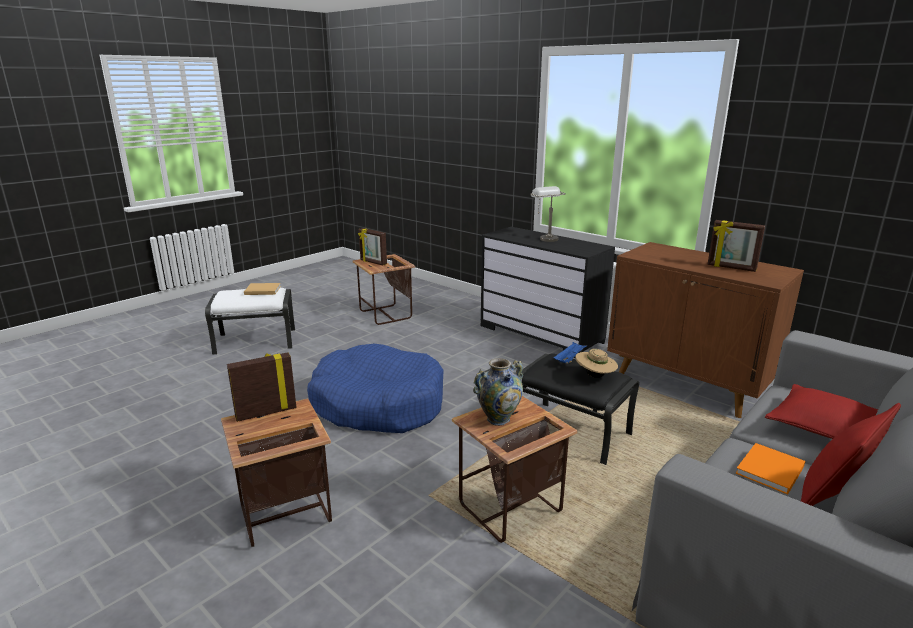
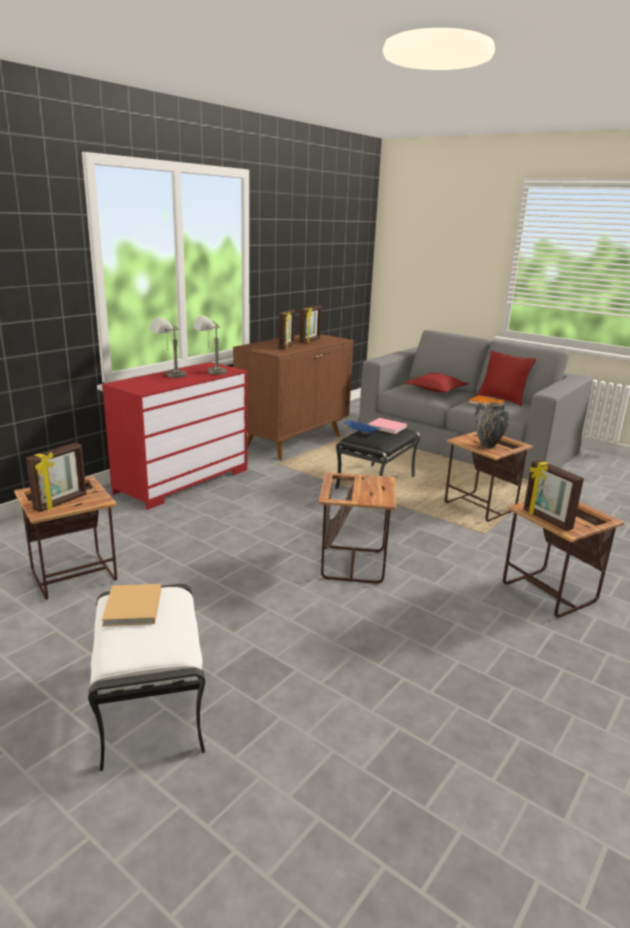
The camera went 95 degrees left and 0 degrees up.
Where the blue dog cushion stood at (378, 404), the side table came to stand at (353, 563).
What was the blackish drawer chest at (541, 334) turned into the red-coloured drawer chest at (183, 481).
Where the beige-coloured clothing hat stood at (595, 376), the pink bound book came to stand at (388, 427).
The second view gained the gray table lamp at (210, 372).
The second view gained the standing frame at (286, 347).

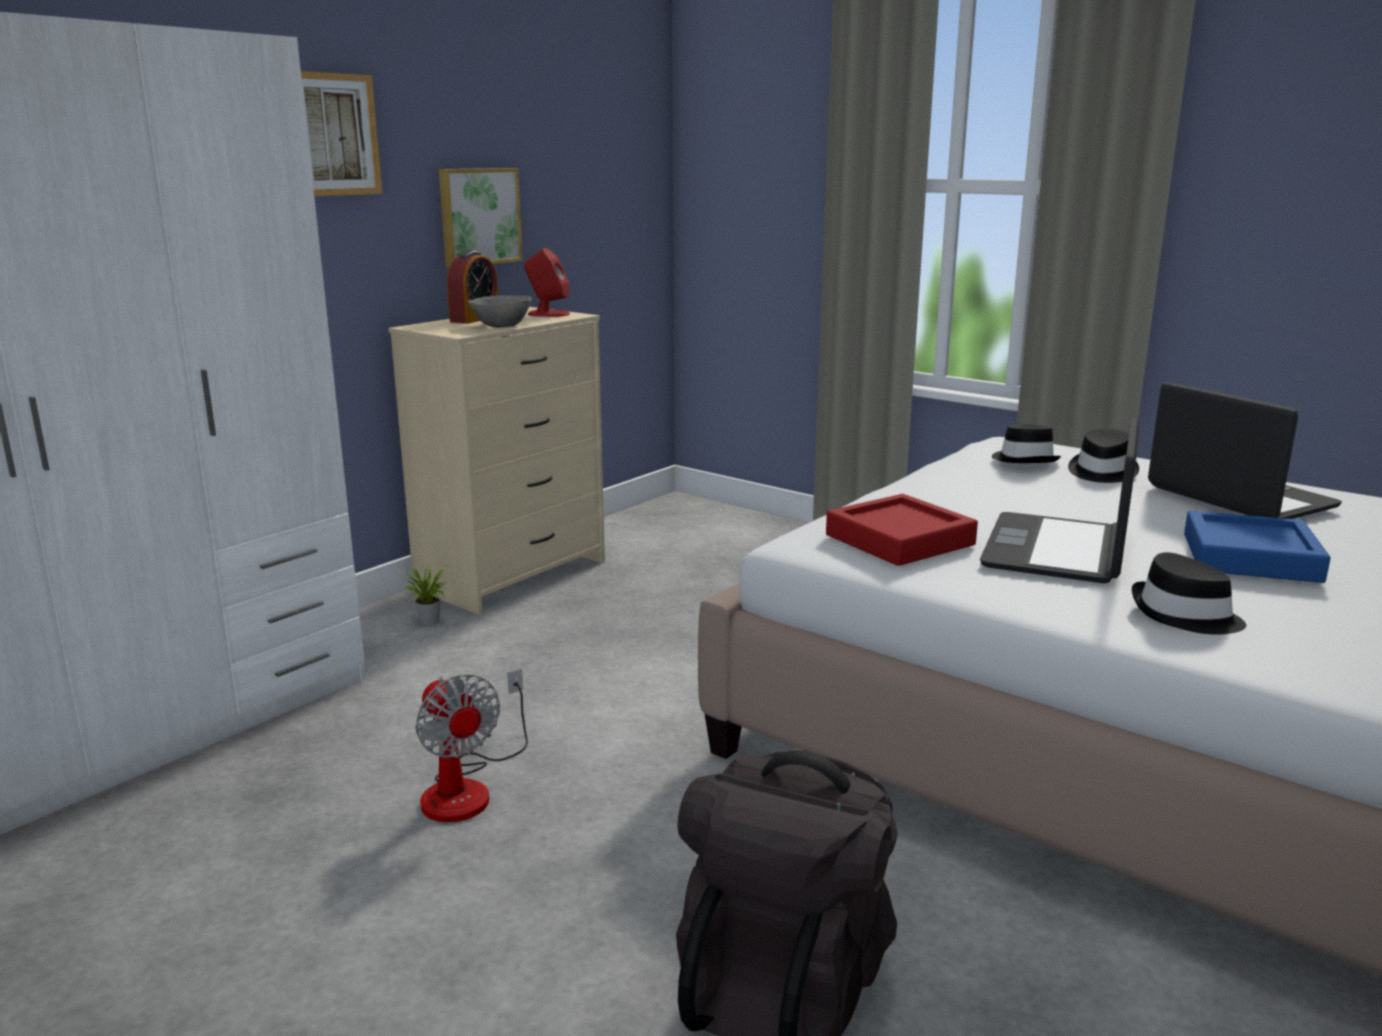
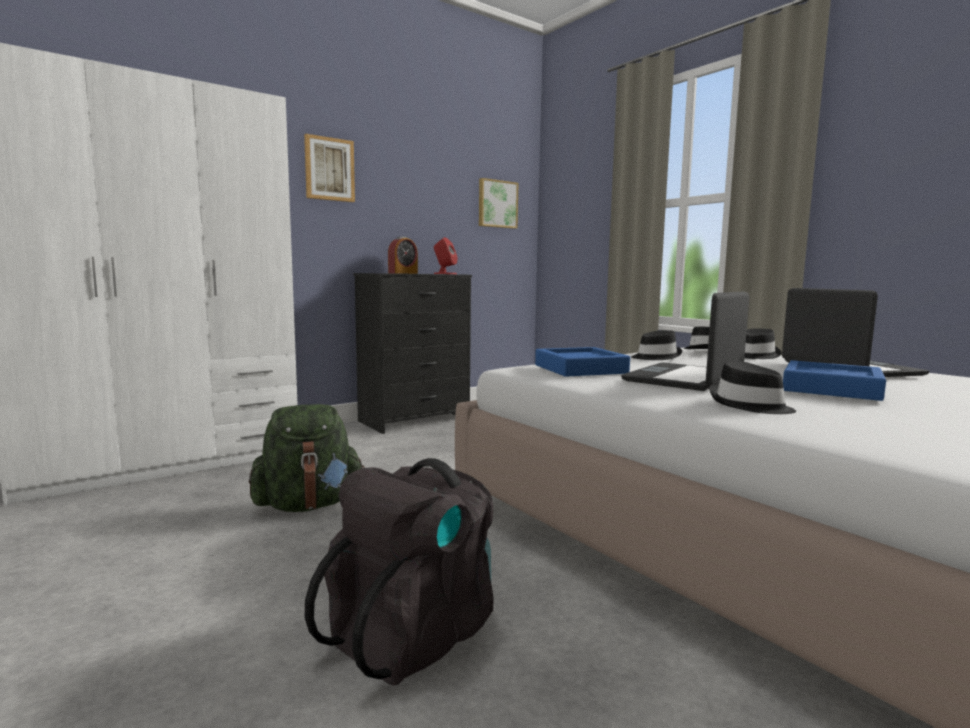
The camera went 15 degrees right and 10 degrees down.
What was the beige-coloured drawer chest at (513, 576) turned into the blackish drawer chest at (414, 420).
The second view lost the houseplant at (429, 621).
Where the electric fan stood at (468, 788), the green-coloured knapsack came to stand at (308, 505).
The wall art ended up elsewhere, having gone from (478, 216) to (497, 204).
The second view lost the gray deep dish at (501, 325).
What was the red-coloured tray at (899, 540) turned into the blue tray at (580, 369).
The second view gained the blackish clothing hat at (655, 357).

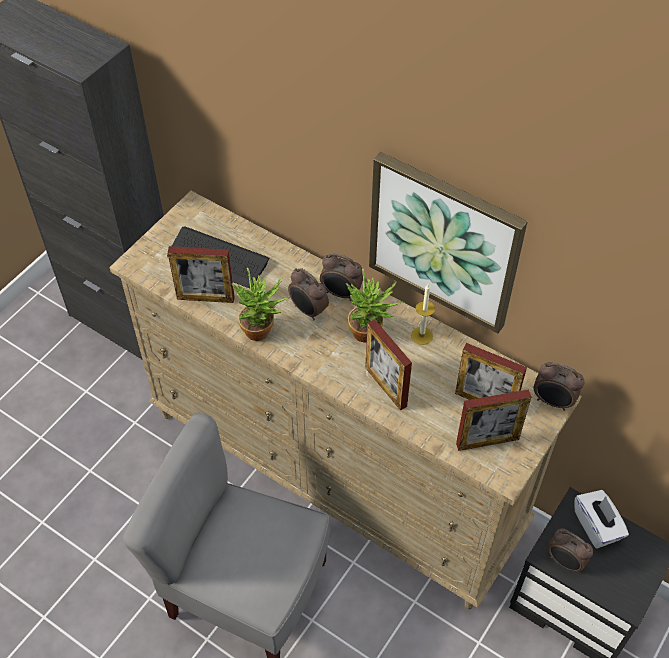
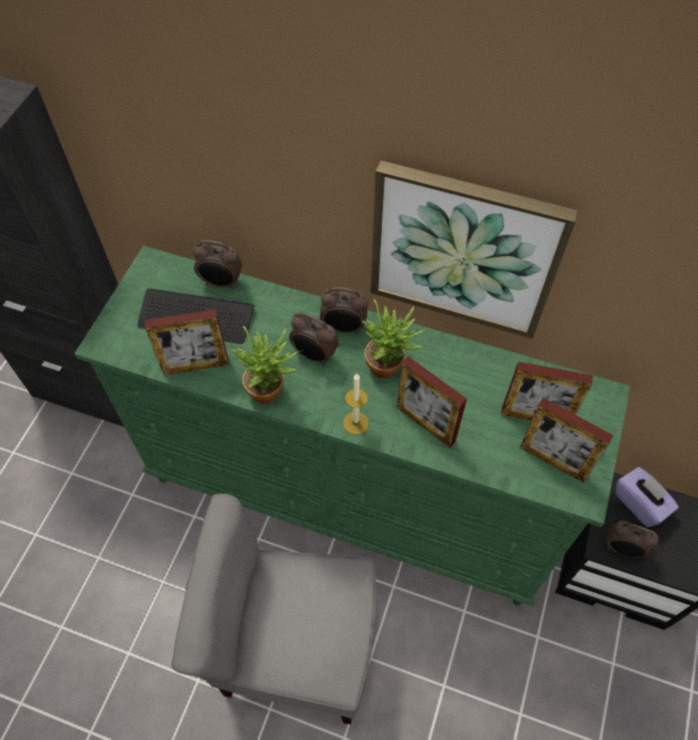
The camera went 15 degrees left and 5 degrees up.
What was the beige-coloured drawer chest at (336, 472) turned into the green-coloured drawer chest at (350, 497).
The wax candle ended up elsewhere, having gone from (422, 335) to (355, 423).
The standing frame at (487, 441) ended up facing another way, 60 degrees clockwise from before.
The bedside clock ended up elsewhere, having gone from (552, 402) to (221, 283).
What was the white tissue holder at (597, 526) turned into the purple-coloured tissue holder at (640, 503).

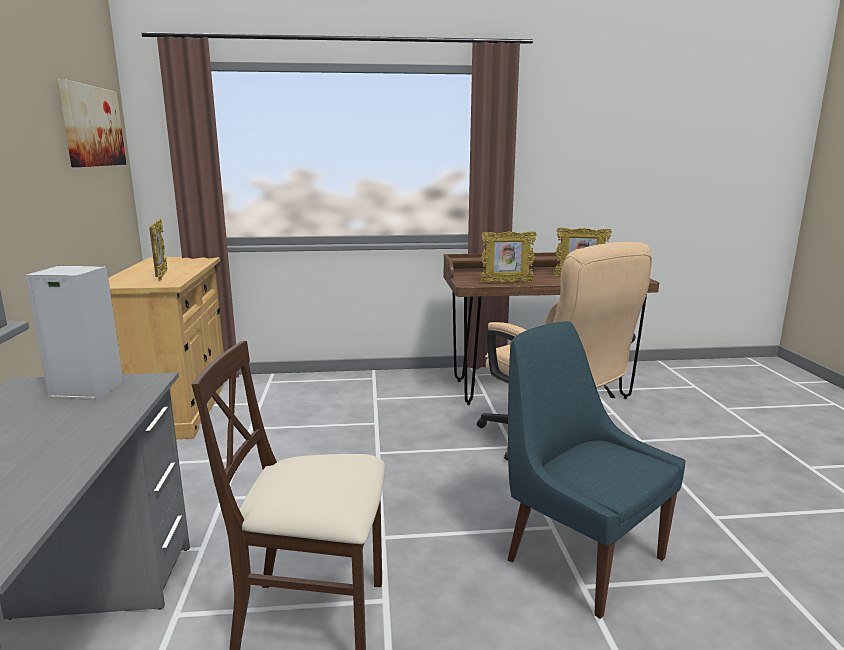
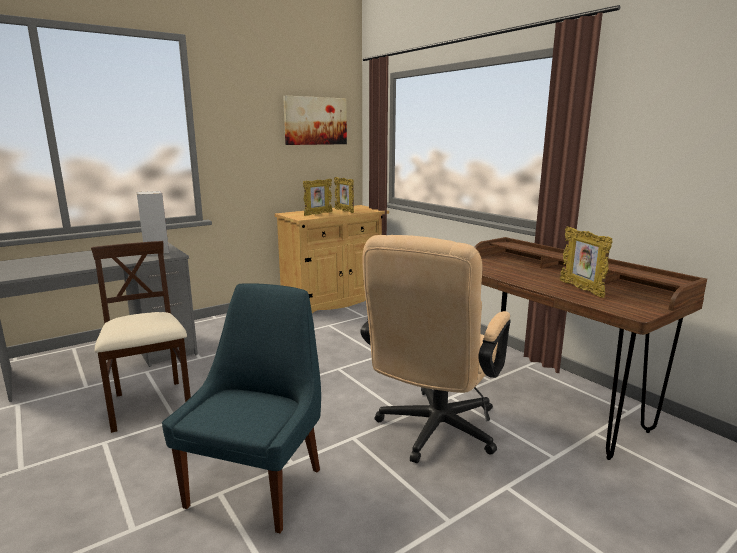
The camera went 60 degrees right and 0 degrees up.
The standing frame ended up elsewhere, having gone from (506, 282) to (344, 211).

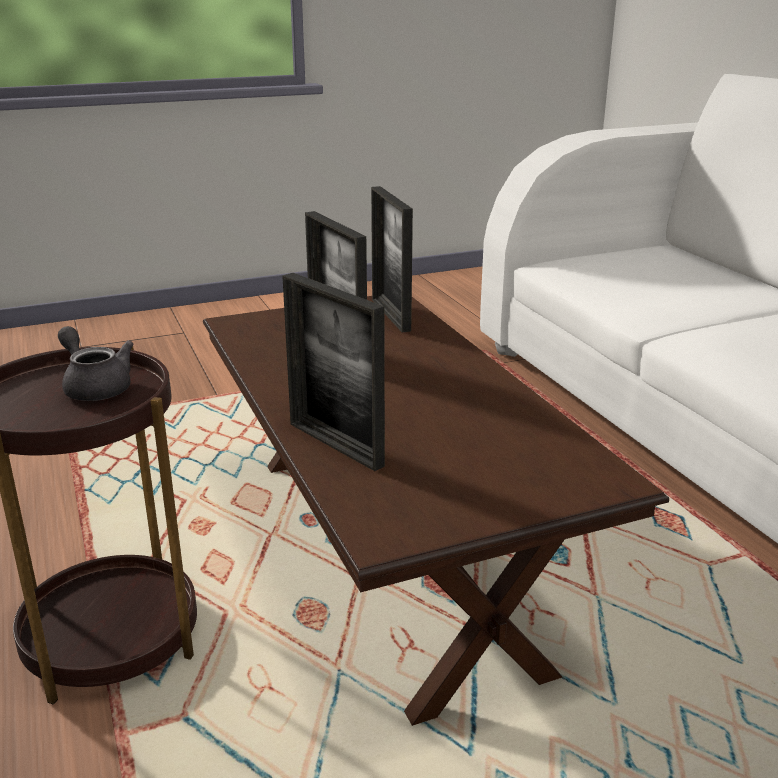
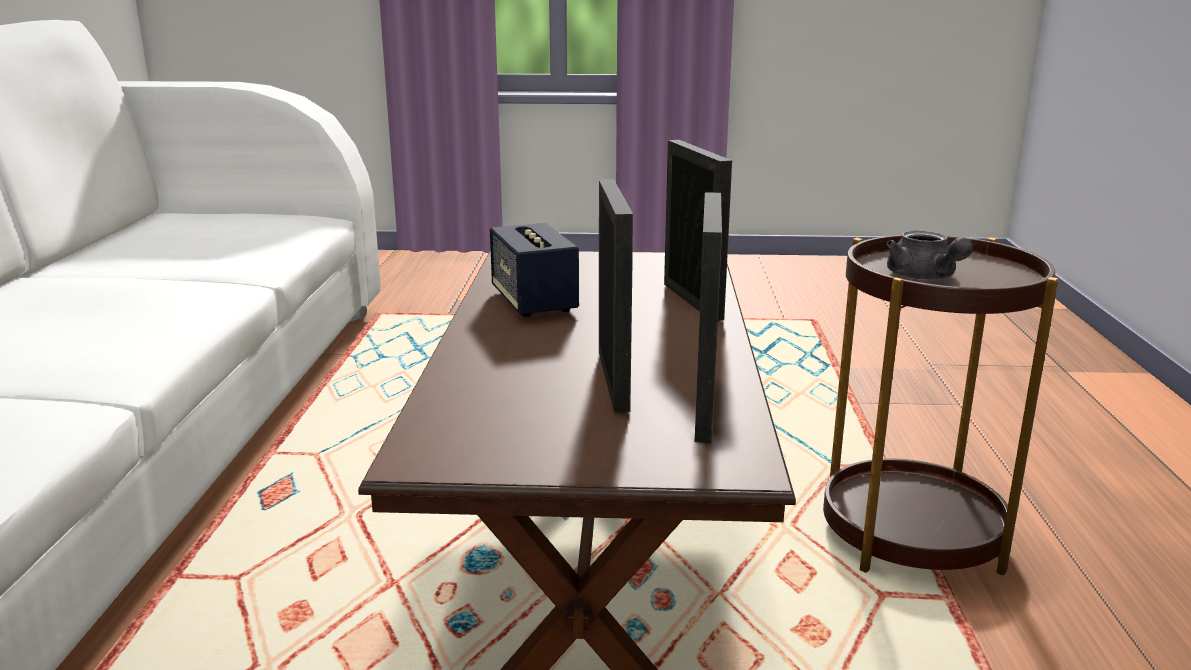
The camera went 155 degrees left and 5 degrees down.
The standing frame ended up elsewhere, having gone from (390, 315) to (704, 406).
The second view gained the speaker at (534, 302).

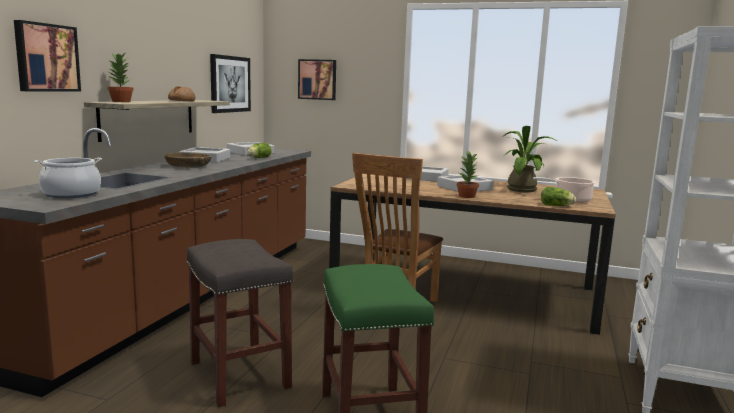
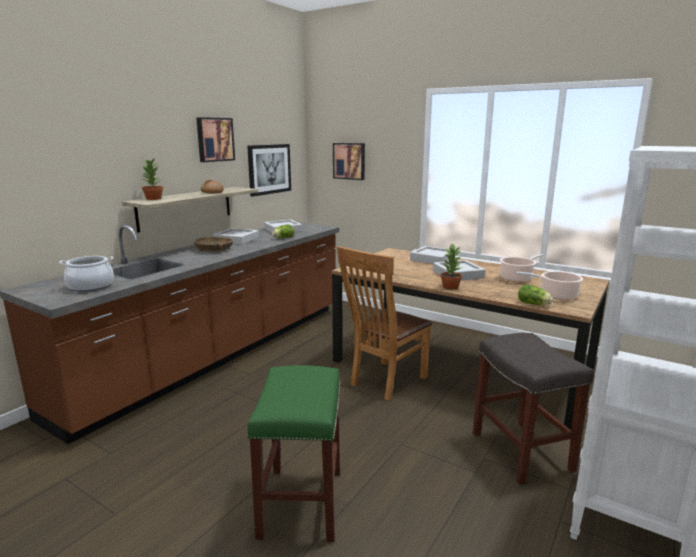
The camera went 15 degrees right and 5 degrees up.
The wall art ended up elsewhere, having gone from (46, 58) to (214, 139).
The gray stool ended up elsewhere, having gone from (240, 375) to (522, 452).
Where the houseplant stood at (523, 189), the cooking pot came to stand at (517, 278).

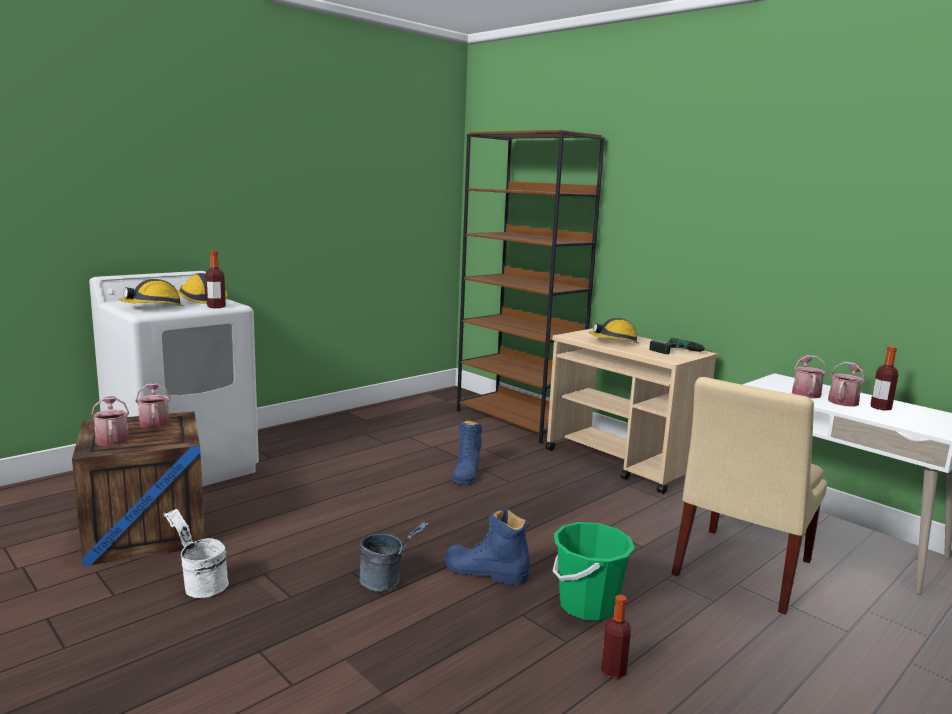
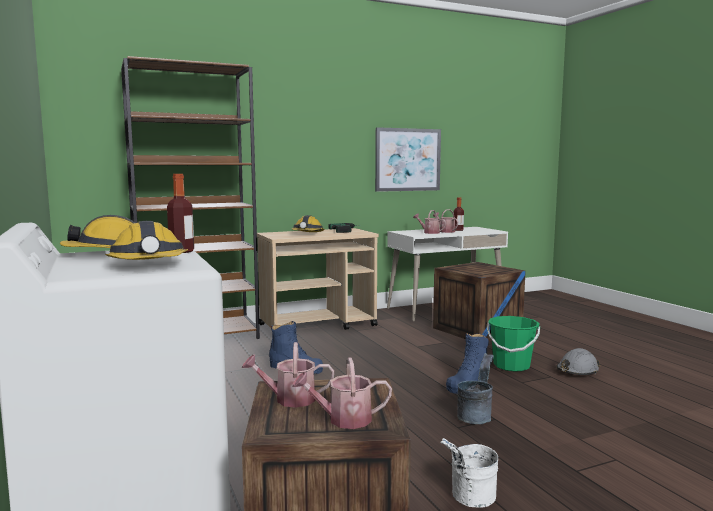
The camera went 70 degrees left and 5 degrees down.
Where the bottle stood at (613, 671), the gray work helmet came to stand at (577, 371).
Where the beige-coloured chair stood at (739, 570), the shipping crate came to stand at (477, 330).
The second view gained the wall art at (408, 159).

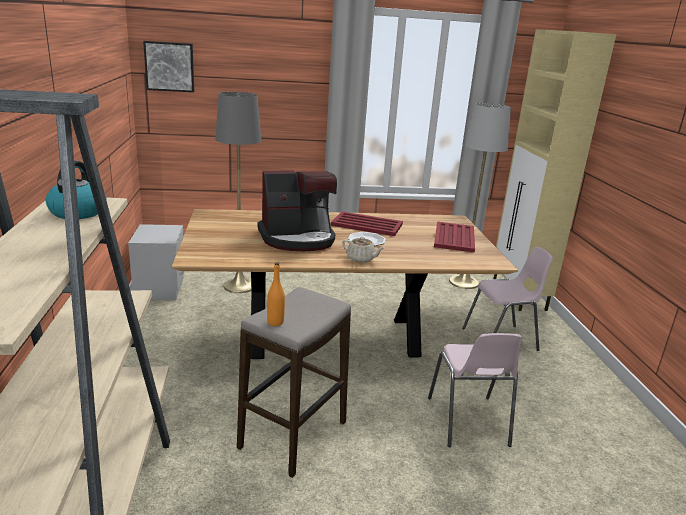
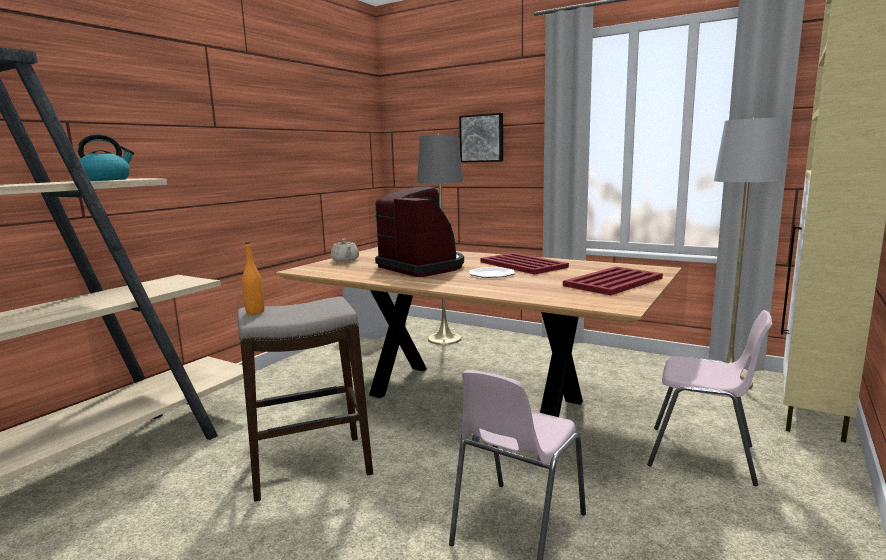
The camera went 40 degrees right and 10 degrees down.
The wall art ended up elsewhere, having gone from (169, 66) to (482, 138).
The coffee brewer at (297, 238) ended up facing another way, 150 degrees counterclockwise from before.
The beige-coloured teapot ended up elsewhere, having gone from (361, 259) to (345, 260).

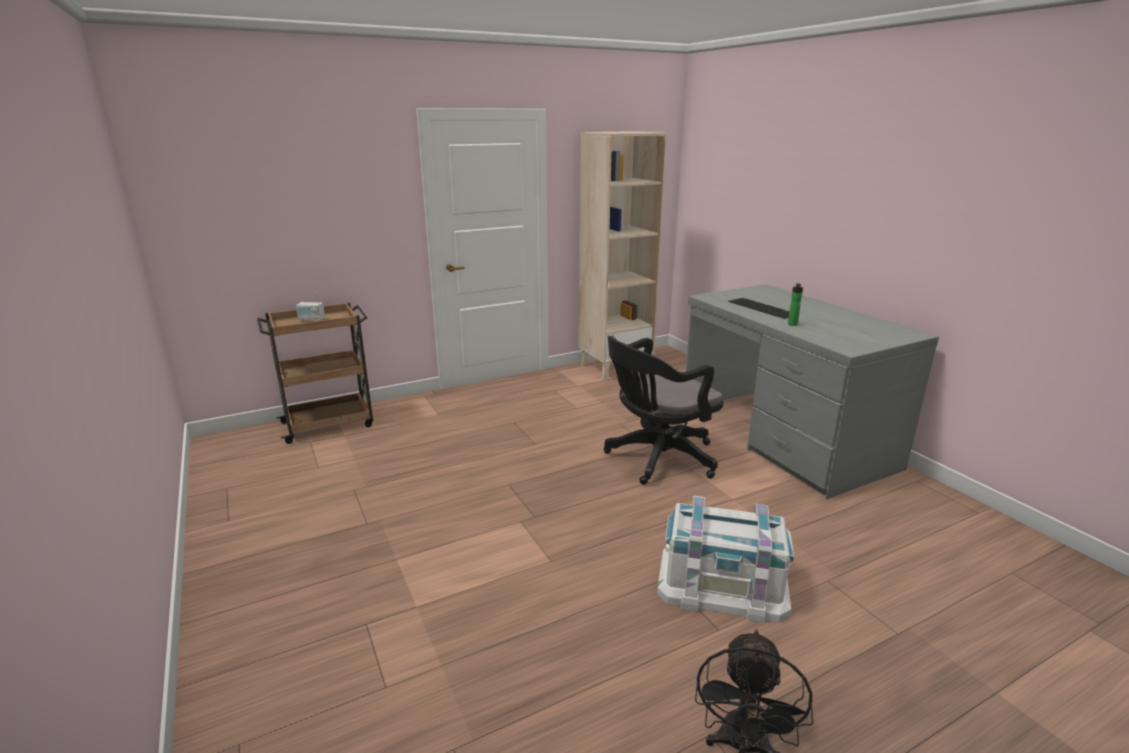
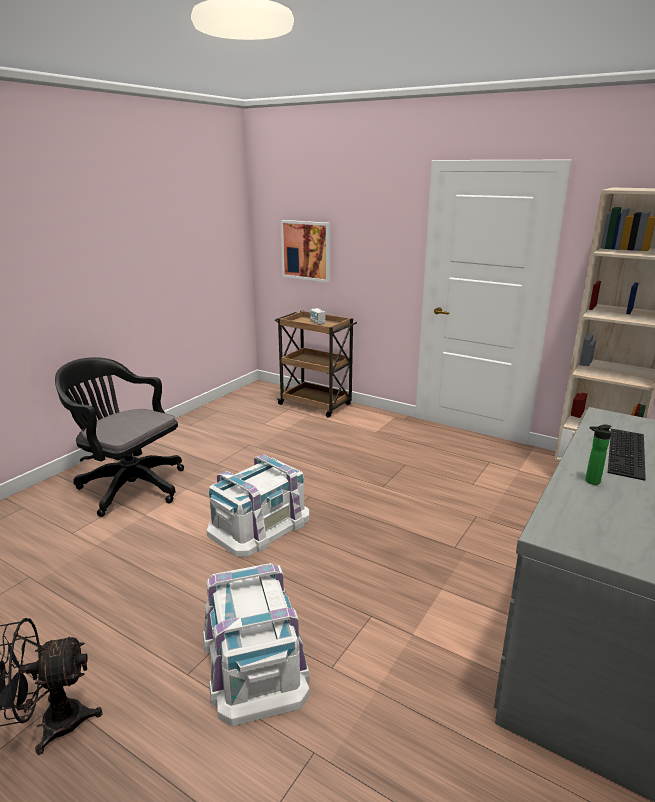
The camera went 60 degrees right and 0 degrees up.
The blackish office chair ended up elsewhere, having gone from (657, 459) to (128, 485).
The second view gained the white storage container at (259, 524).
The second view gained the wall art at (306, 250).

